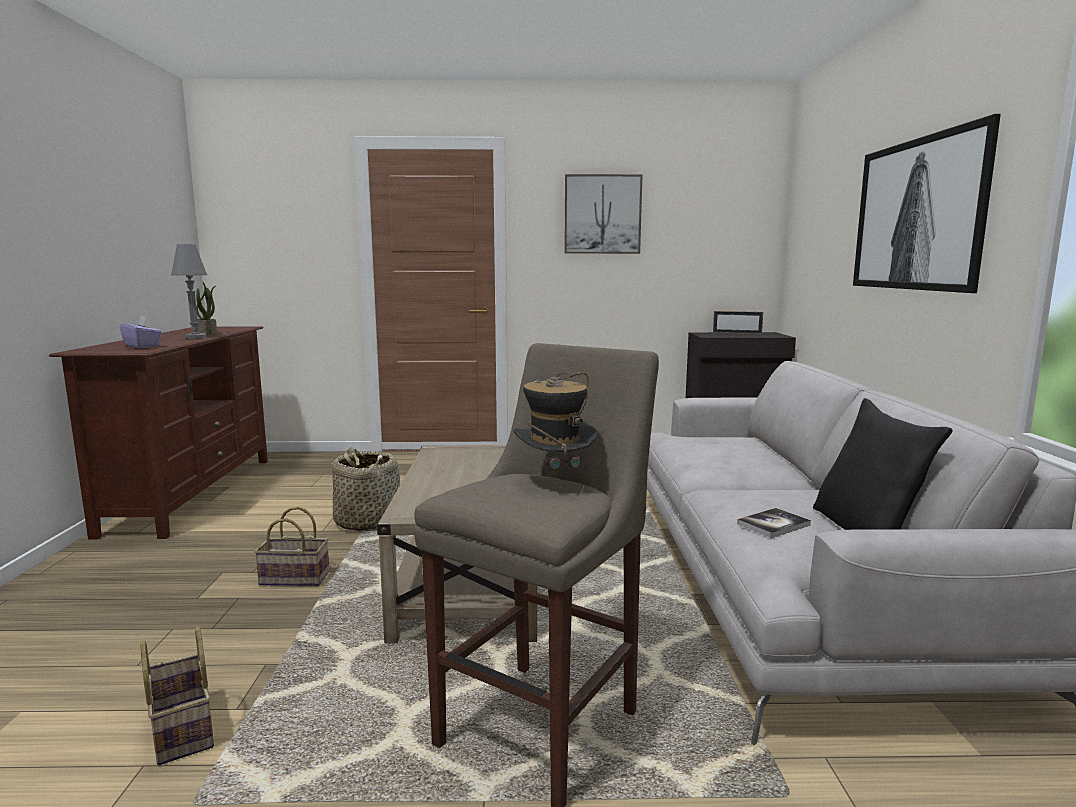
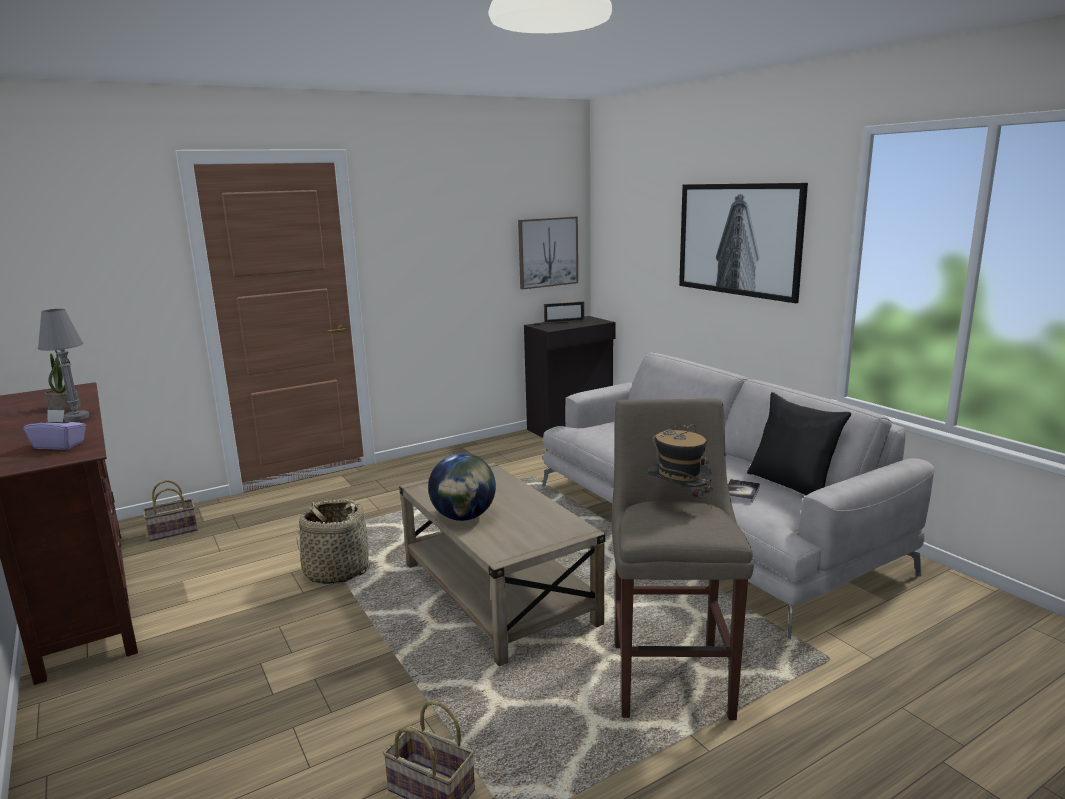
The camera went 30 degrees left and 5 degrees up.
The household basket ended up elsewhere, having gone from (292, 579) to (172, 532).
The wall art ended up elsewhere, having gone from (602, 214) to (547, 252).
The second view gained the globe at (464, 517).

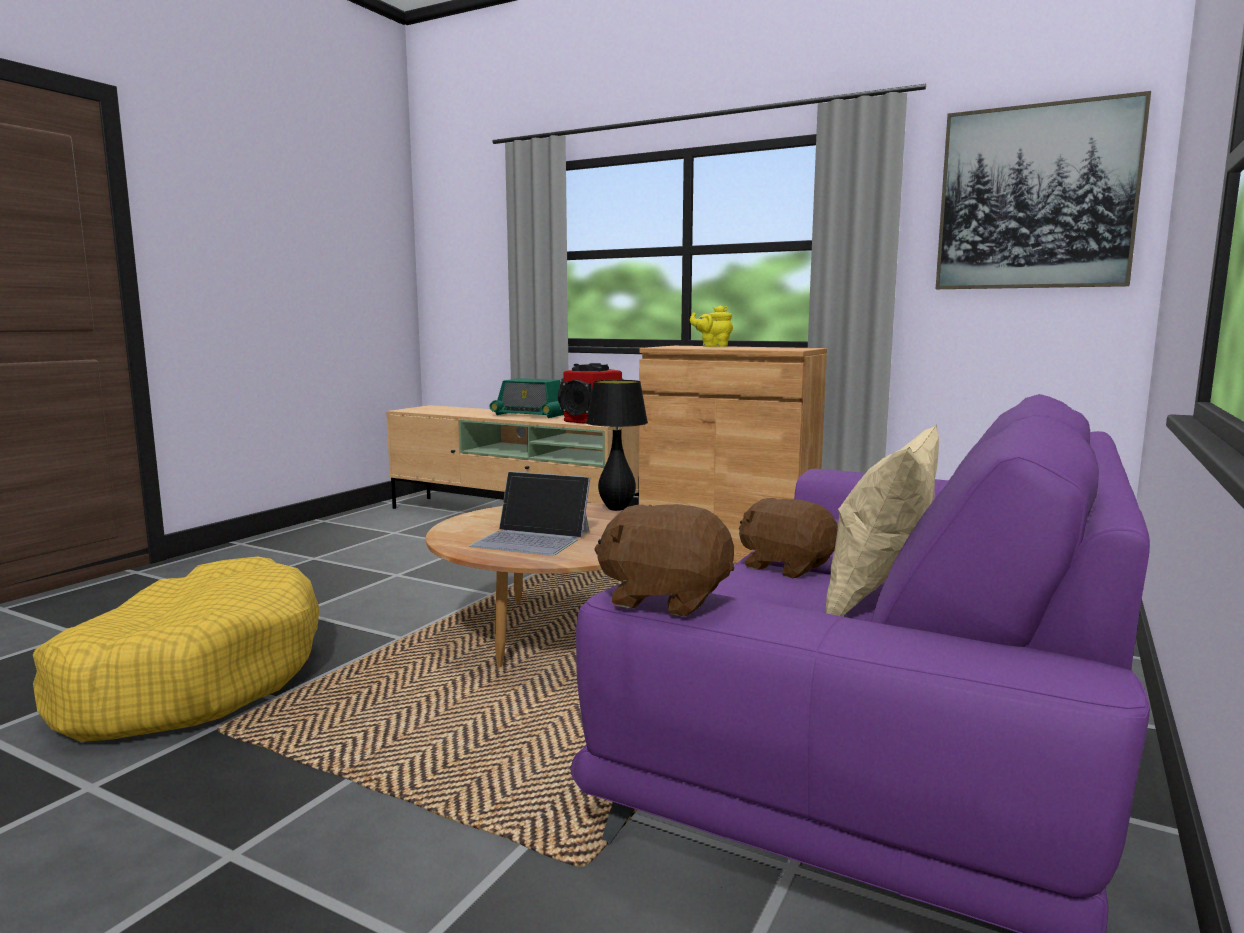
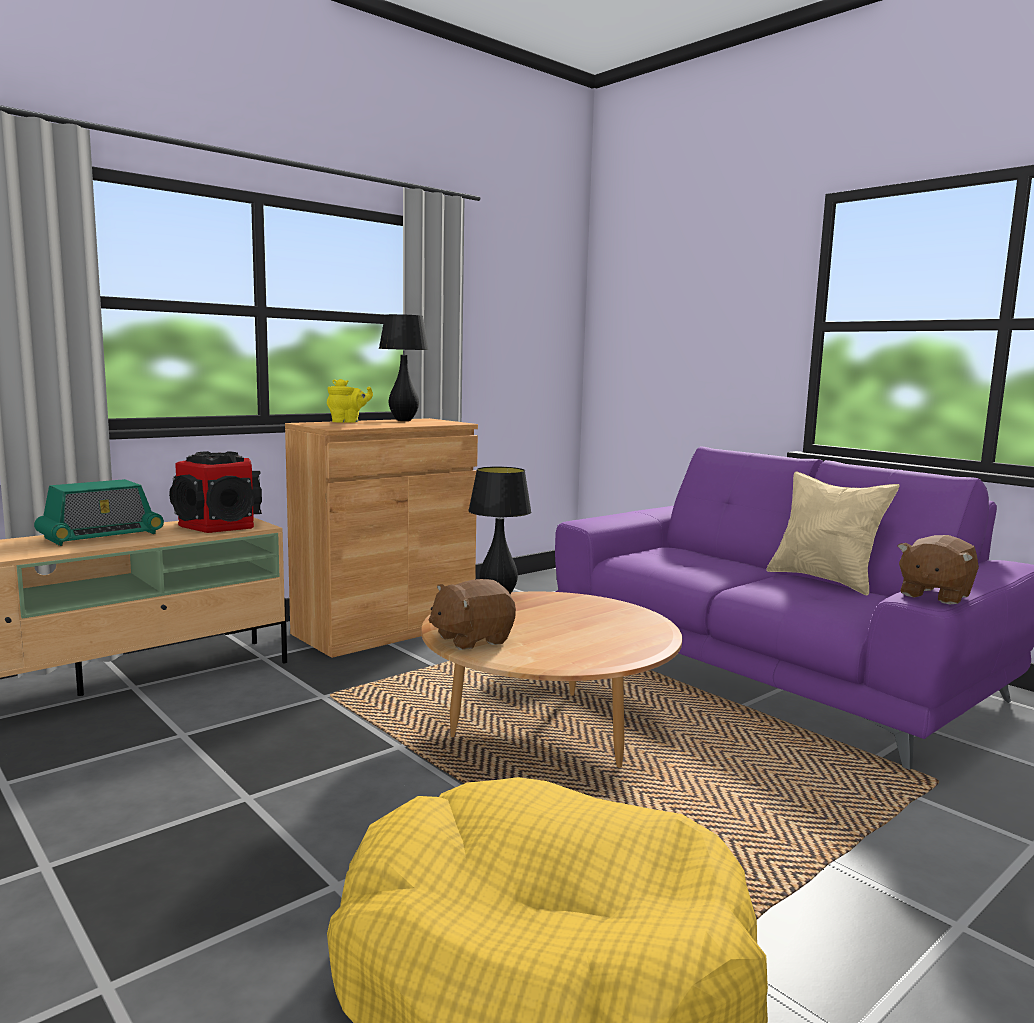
The camera went 70 degrees left and 0 degrees up.
The second view lost the notebook computer at (532, 539).
The yellowish teapot at (713, 346) ended up facing another way, 135 degrees counterclockwise from before.
The brownish plush toy ended up elsewhere, having gone from (786, 567) to (471, 639).
The second view lost the wall art at (1035, 198).
The second view gained the blackish table lamp at (403, 420).

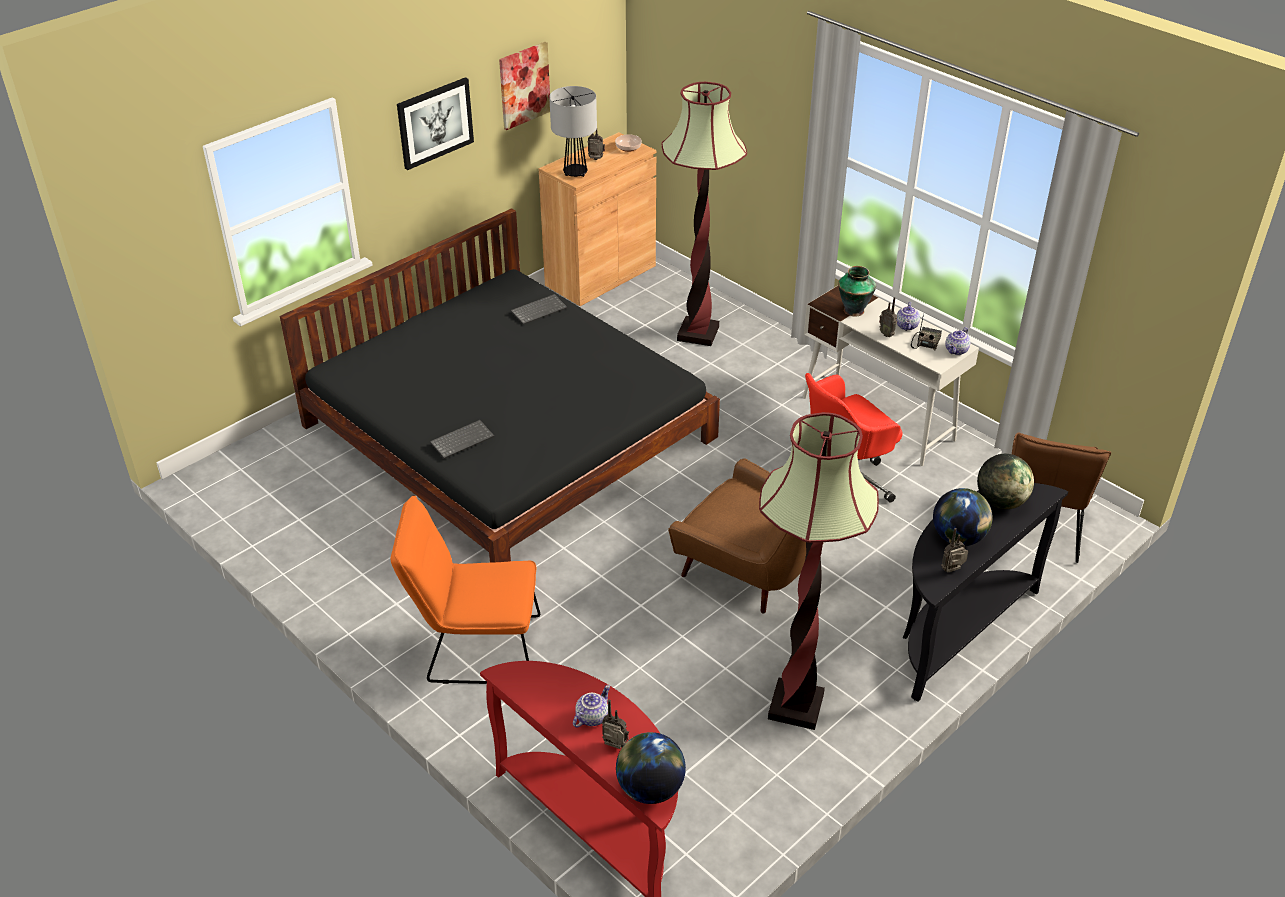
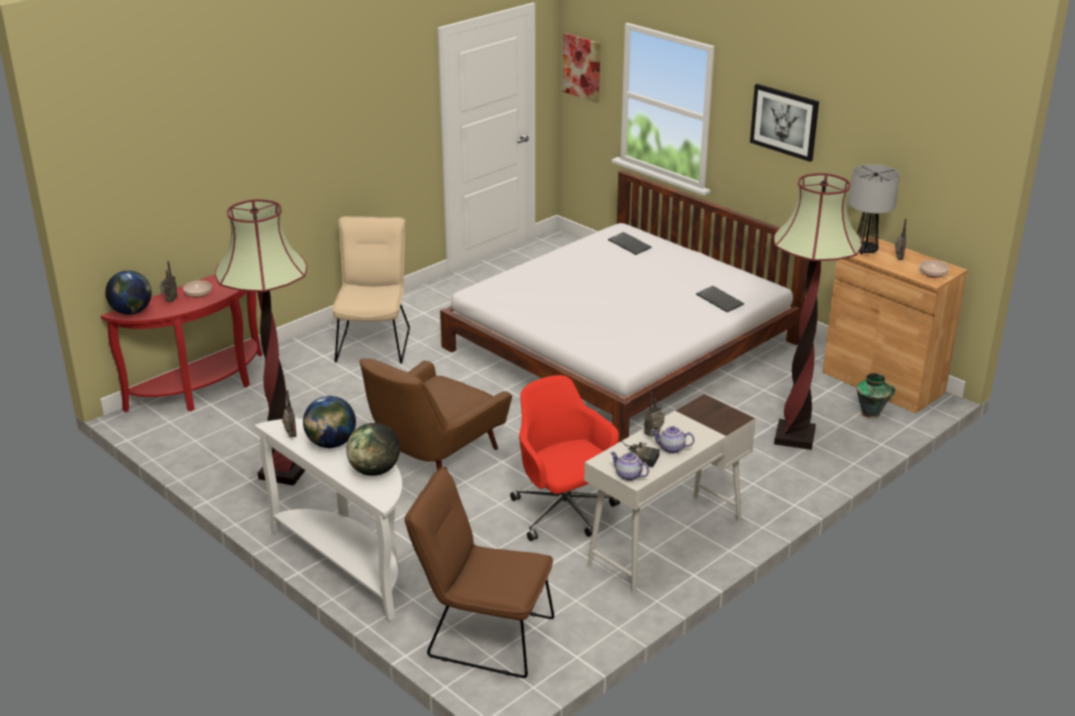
The camera went 90 degrees right and 10 degrees down.
What was the blackish sleeping bed at (508, 431) turned into the white sleeping bed at (621, 344).
What was the orangey chair at (475, 648) turned into the beige-coloured chair at (374, 342).
The computer keyboard ended up elsewhere, having gone from (462, 440) to (630, 244).
The wall art ended up elsewhere, having gone from (524, 85) to (582, 67).
Where the teapot stood at (591, 717), the deep dish came to stand at (198, 294).
The decorative vase ended up elsewhere, having gone from (853, 310) to (871, 413).
What was the blackish console table at (956, 630) turned into the white console table at (349, 563).

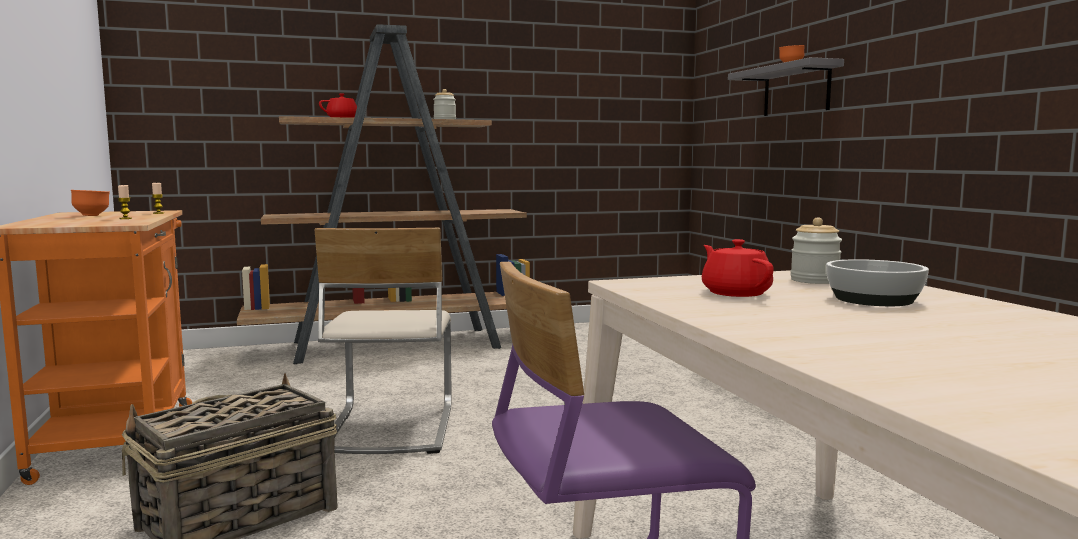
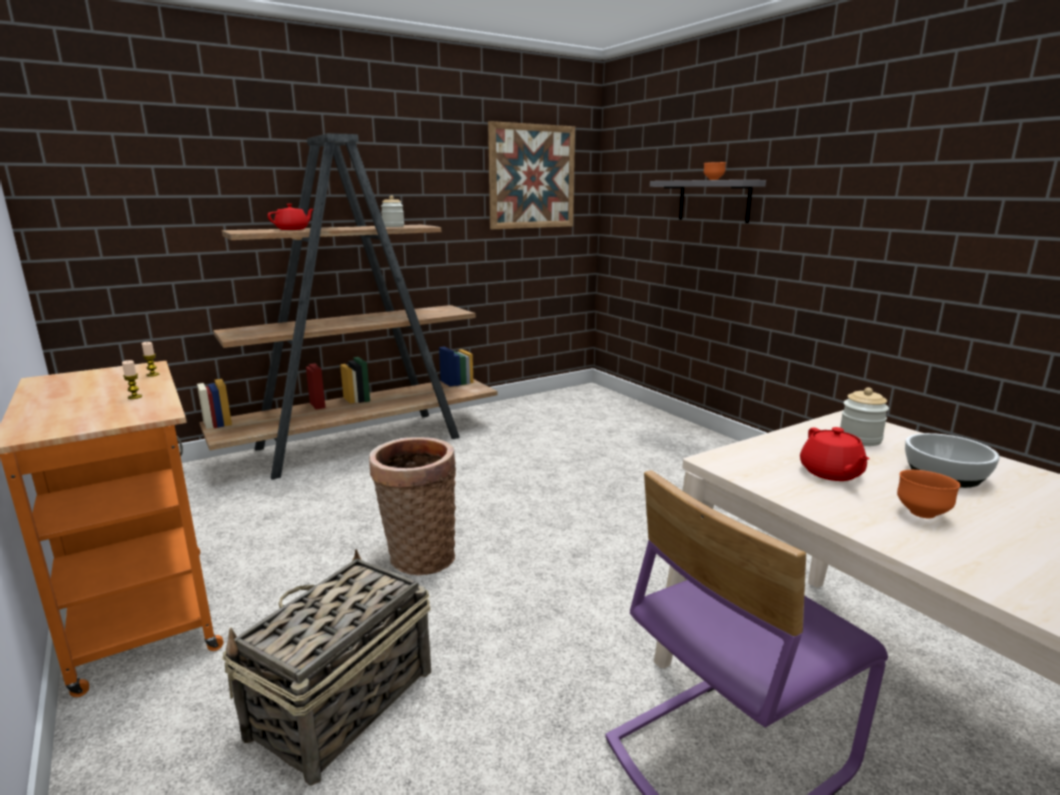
The camera went 15 degrees left and 10 degrees up.
The orangey deep dish ended up elsewhere, having gone from (92, 216) to (921, 514).
Where the beige-coloured chair stood at (389, 429), the household basket came to stand at (418, 557).
The red-coloured teapot at (735, 293) ended up facing another way, 150 degrees counterclockwise from before.
The second view gained the wall art at (532, 177).

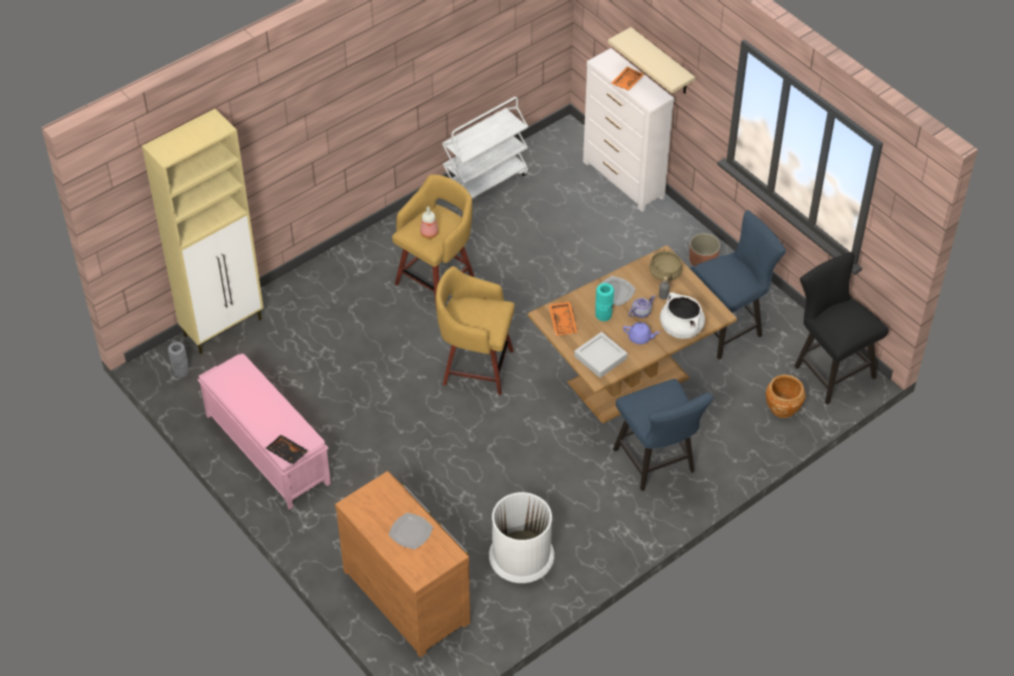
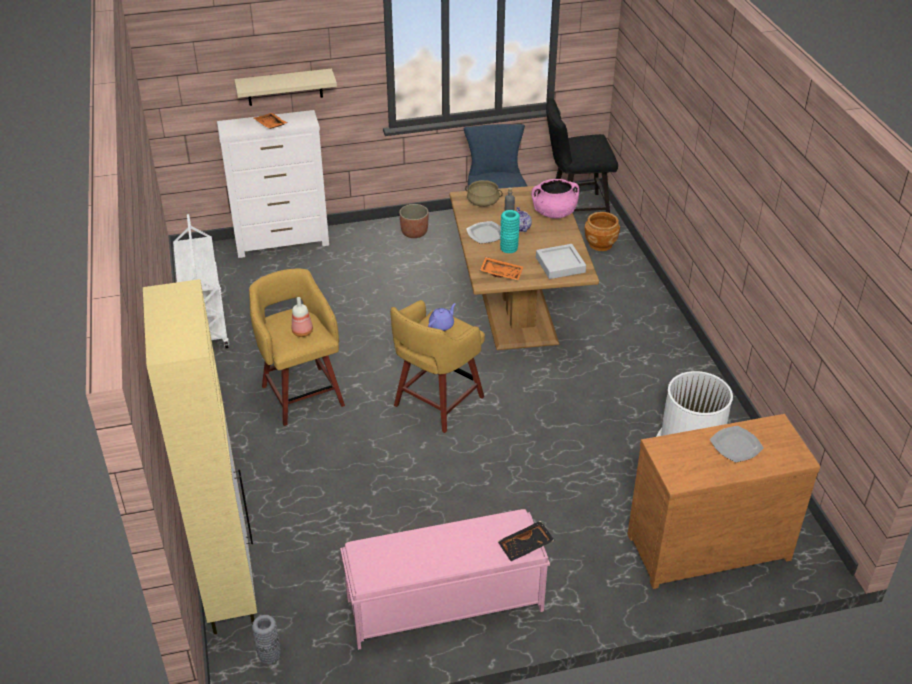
The camera went 65 degrees left and 10 degrees down.
The second view lost the blue chair at (657, 464).
The purple-coloured teapot ended up elsewhere, having gone from (640, 338) to (442, 325).
What was the white cooking pot at (680, 328) turned into the pink cooking pot at (554, 213).

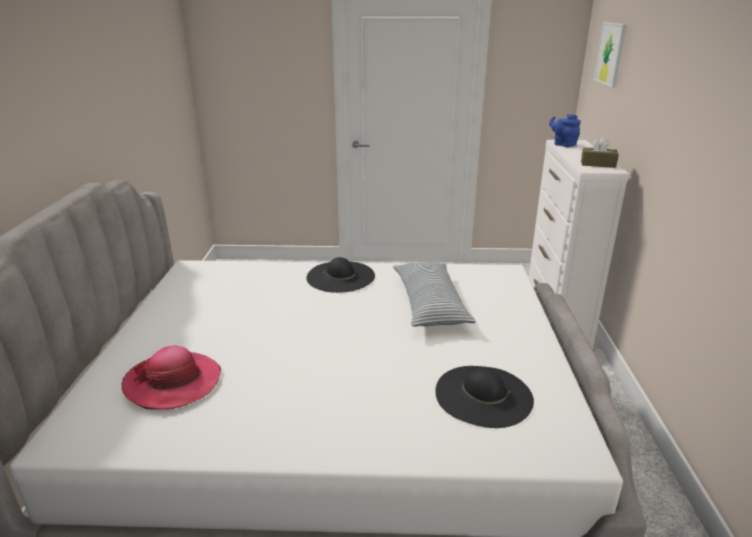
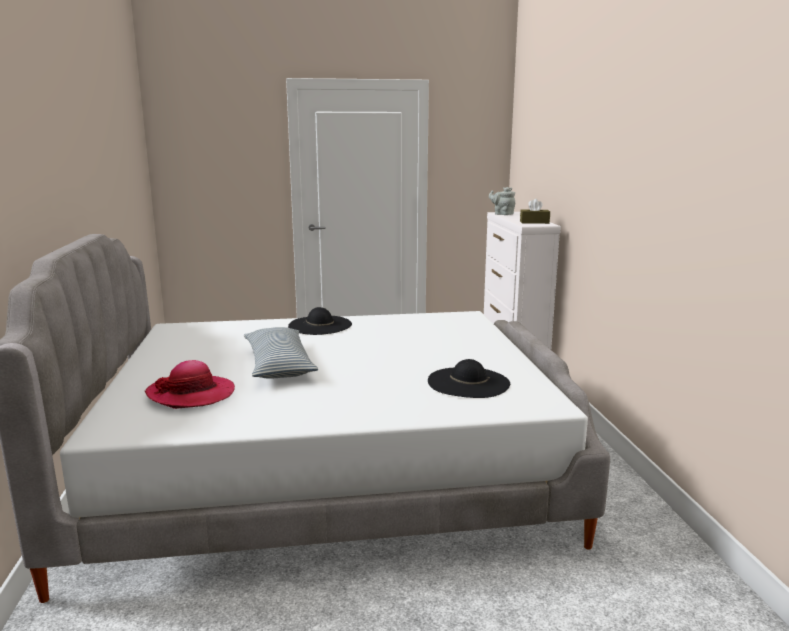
The camera went 10 degrees left and 10 degrees down.
The throw pillow ended up elsewhere, having gone from (430, 304) to (278, 365).
What was the blue teapot at (563, 144) turned into the gray teapot at (502, 214).
The second view lost the wall art at (610, 53).

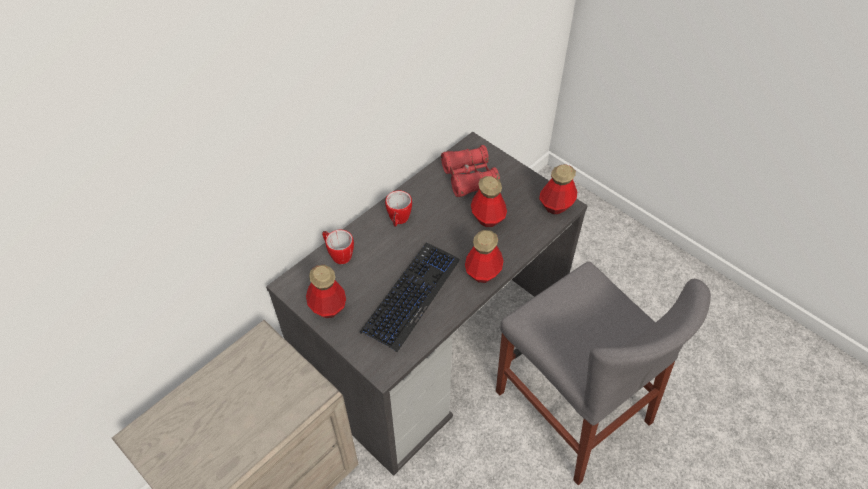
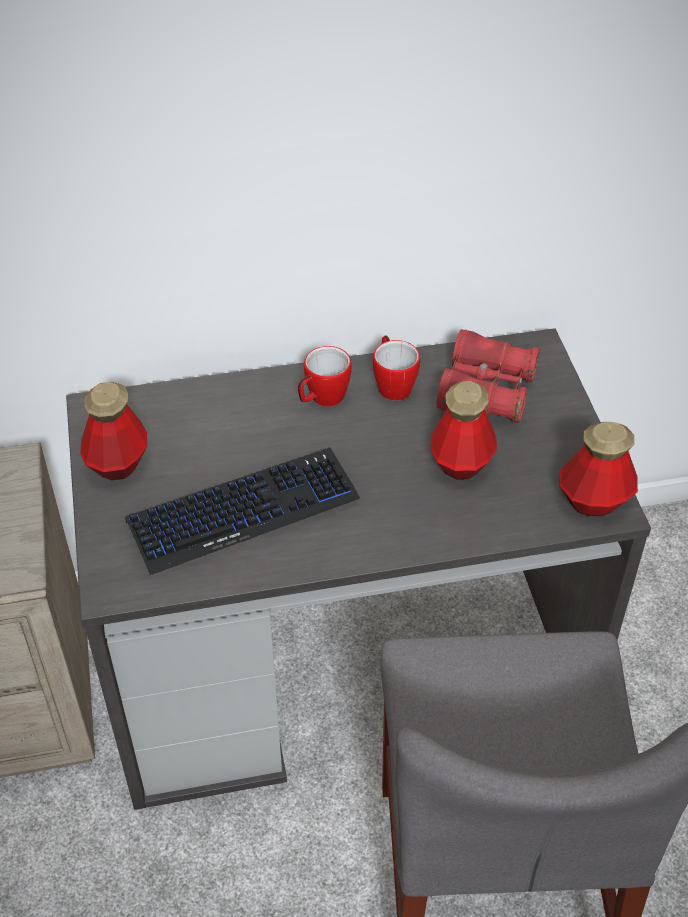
The camera went 35 degrees right and 5 degrees down.
The tea mug ended up elsewhere, having gone from (338, 254) to (392, 384).
The second view lost the bottle at (483, 272).

